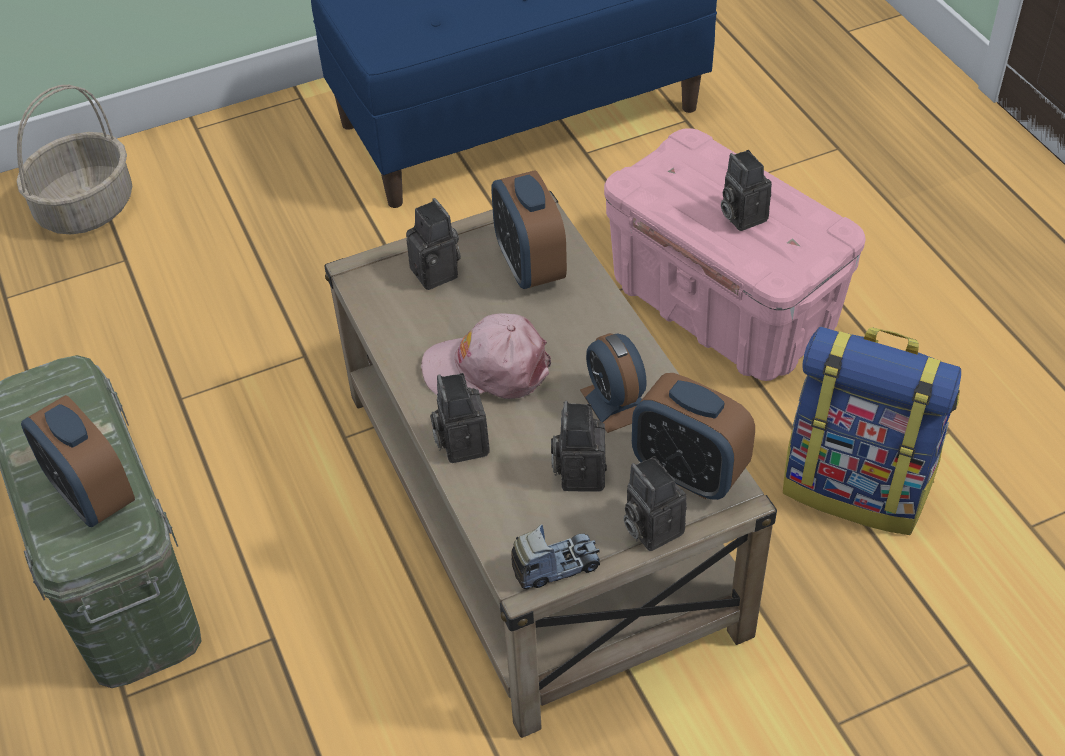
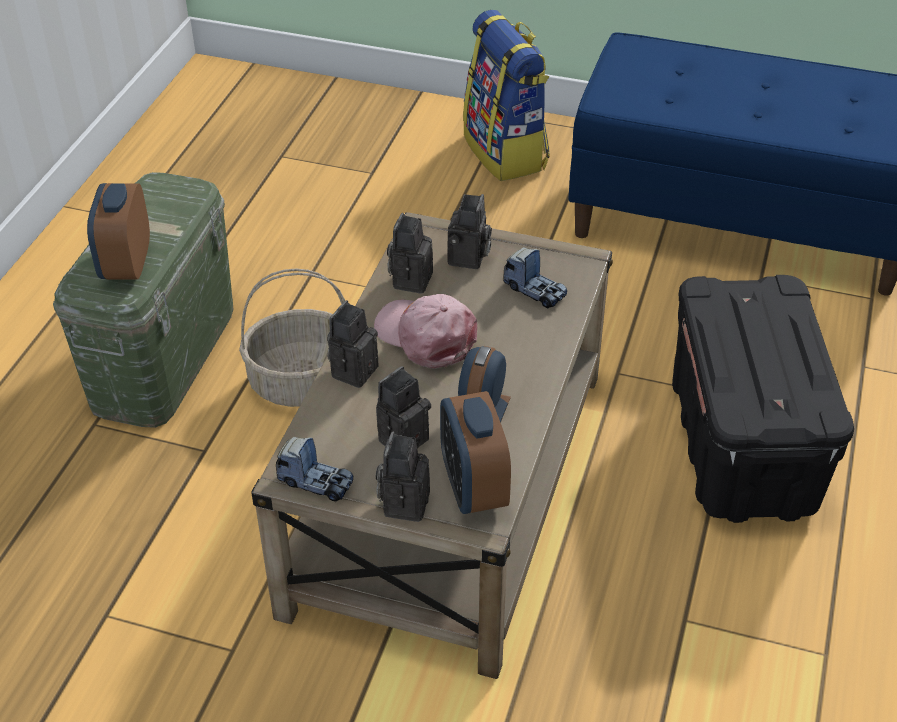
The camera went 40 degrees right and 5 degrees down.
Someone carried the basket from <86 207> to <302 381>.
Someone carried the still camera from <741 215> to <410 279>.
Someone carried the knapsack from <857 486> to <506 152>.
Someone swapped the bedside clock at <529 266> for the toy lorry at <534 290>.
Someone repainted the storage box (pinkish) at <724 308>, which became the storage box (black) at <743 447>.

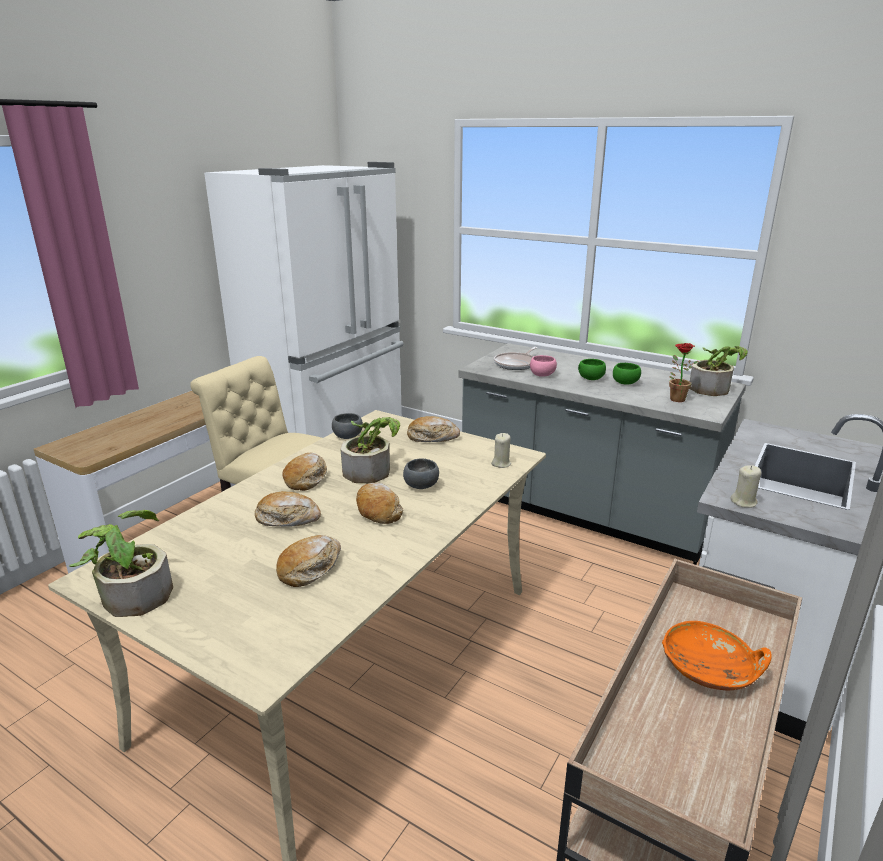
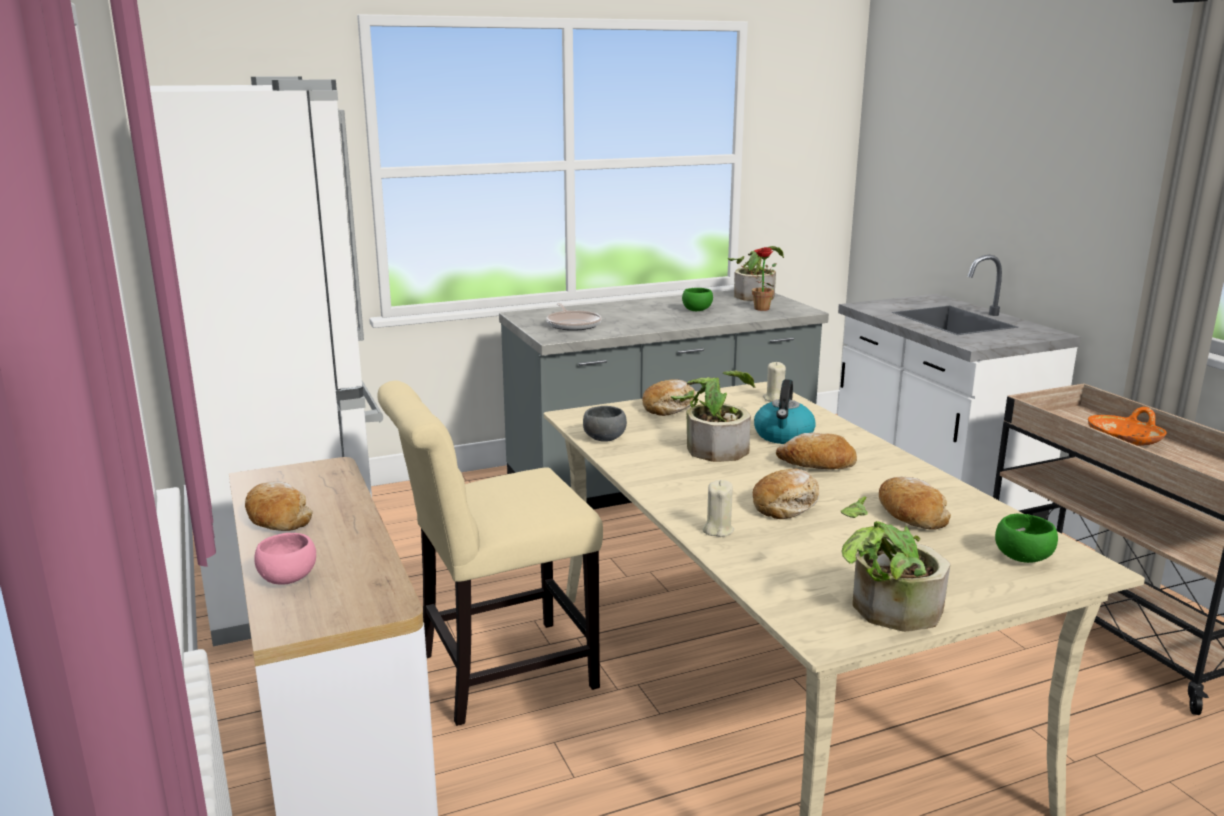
The camera went 55 degrees left and 5 degrees down.
Someone carried the baked bread from <306 478> to <277 518>.
Someone carried the bowl (pinkish) from <543 375> to <288 577>.
Someone carried the wax candle (beige) from <744 502> to <718 530>.
Someone swapped the bowl (grey) at <422 486> for the water kettle at <784 436>.
Someone carried the bowl (green) from <591 379> to <1024 558>.

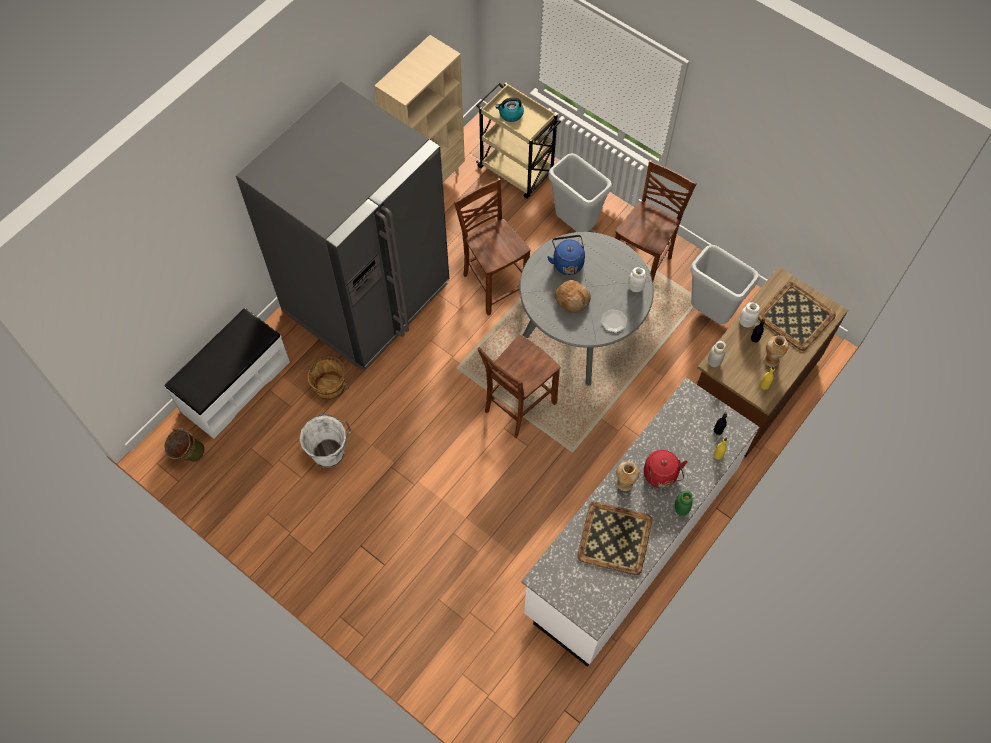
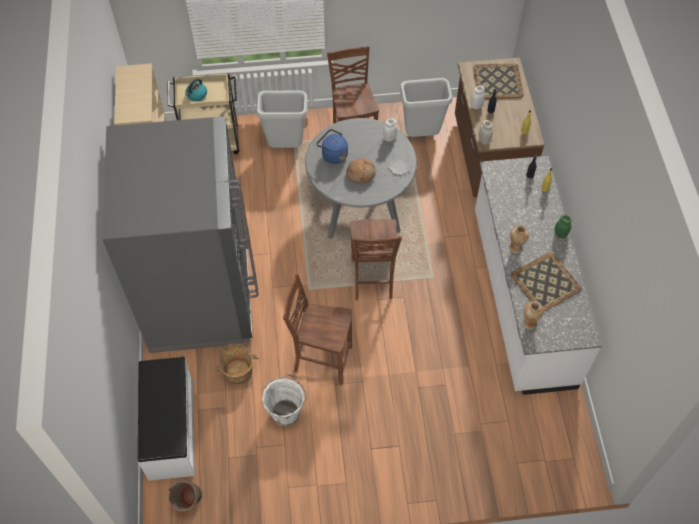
The camera went 45 degrees left and 5 degrees down.
Someone carried the chair (brown) from <493 284> to <321 359>.
Someone carried the decorative vase from <771 359> to <529 323>.
Someone took away the water kettle (red-coloured) at <661 476>.

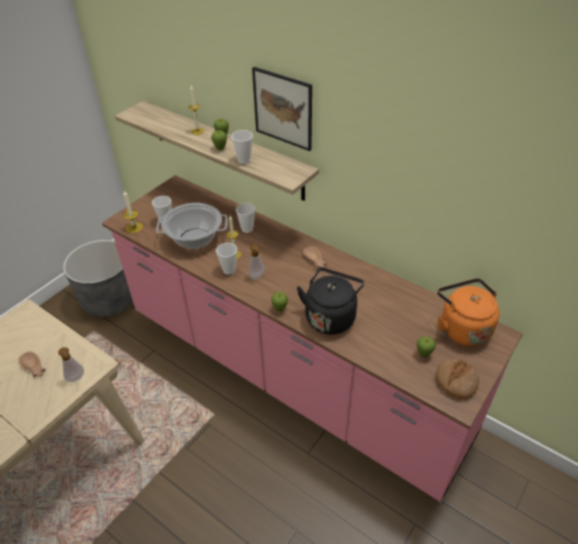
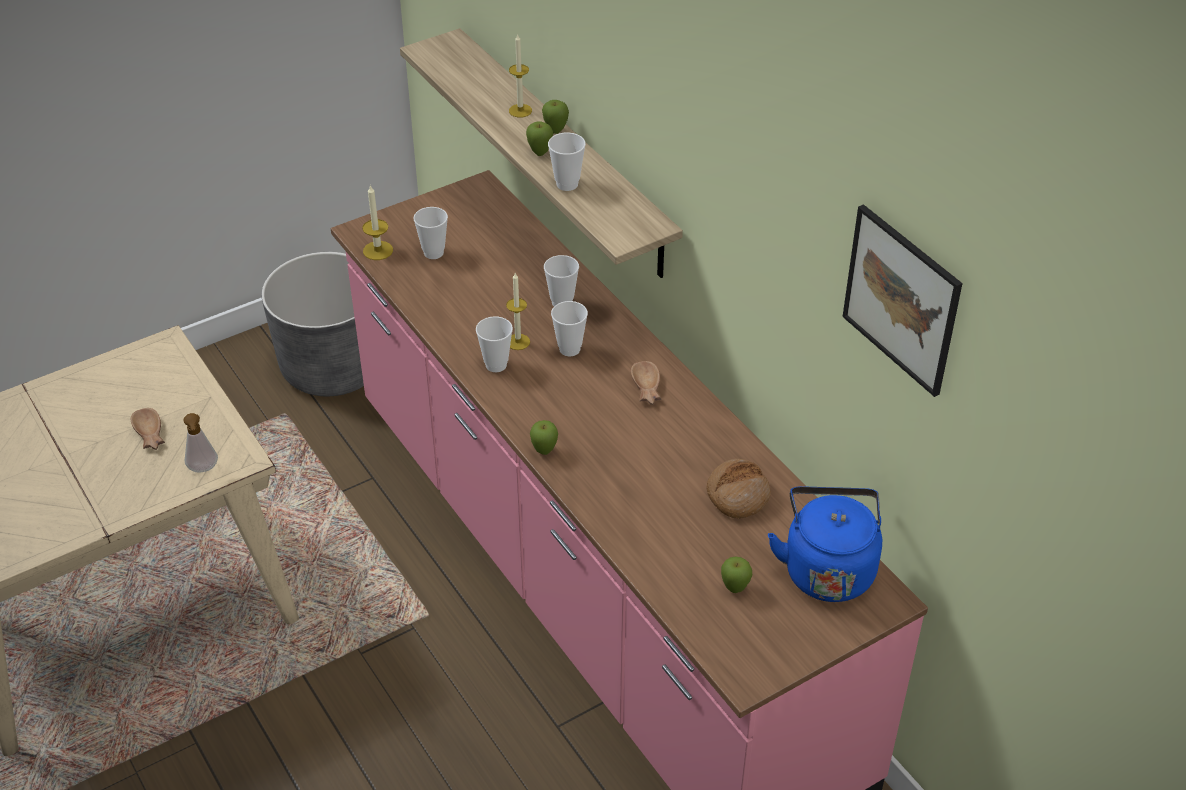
The camera went 20 degrees right and 0 degrees up.
Someone put down the drinking cup at <569 349>.
Someone carried the baked bread from <455 381> to <737 495>.
Someone repainted the water kettle (orange-coloured) at <462 328>, which became the water kettle (bluish) at <827 568>.
Someone carried the wall picture from <283 108> to <901 299>.
Someone took away the saucepot at <194 239>.
Someone took away the soap dispenser at <257 277>.
Someone took away the water kettle (black) at <330 316>.

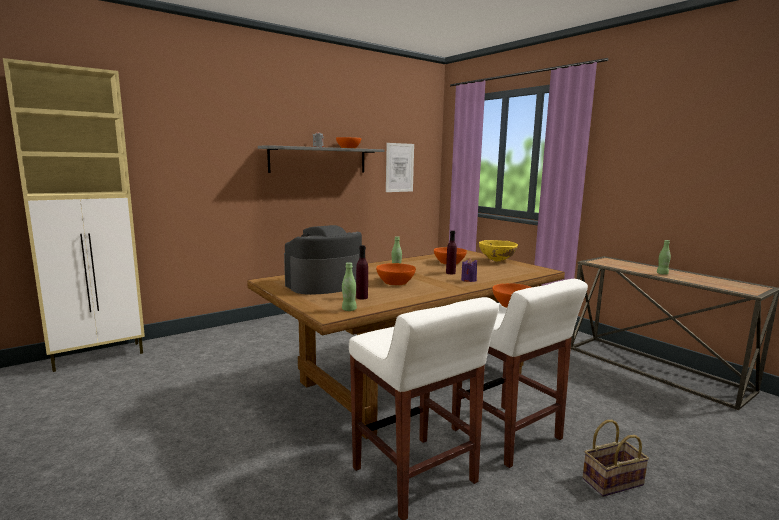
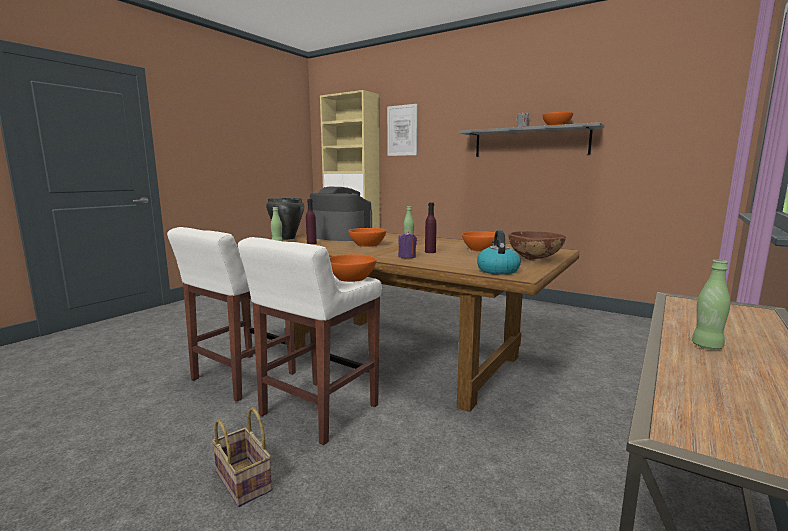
The camera went 70 degrees right and 0 degrees up.
Someone put down the saucepot (black) at <286 238>.
Someone carried the wall picture from <399 167> to <402 130>.
Someone put down the water kettle at <497 270>.
Someone repainted the bowl (yellowish) at <497 261>, which became the bowl (brown) at <534 260>.

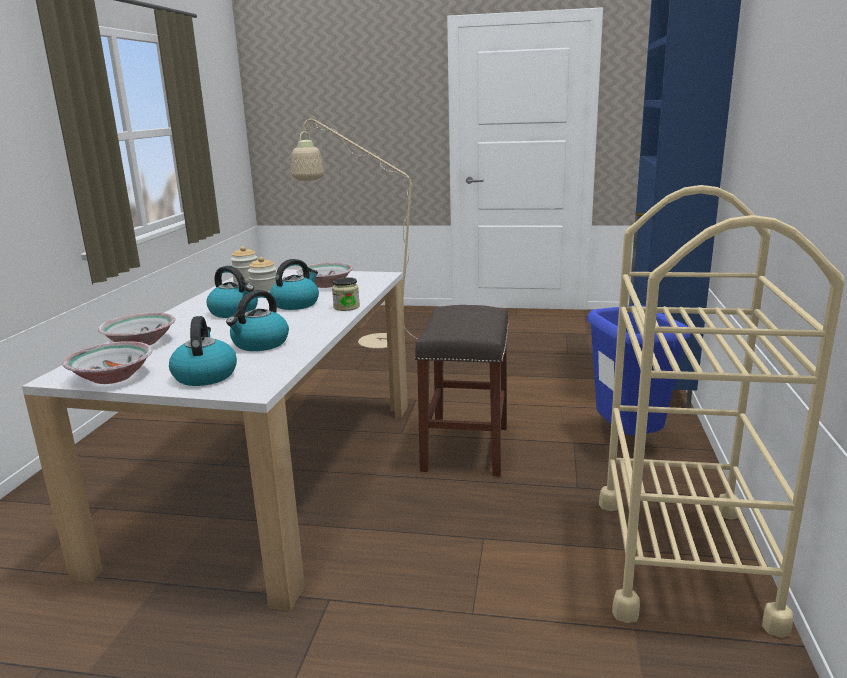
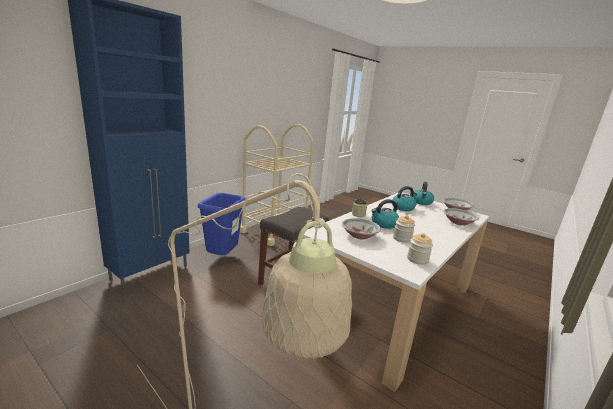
The camera went 155 degrees left and 0 degrees up.
Someone took away the water kettle at <234 312>.

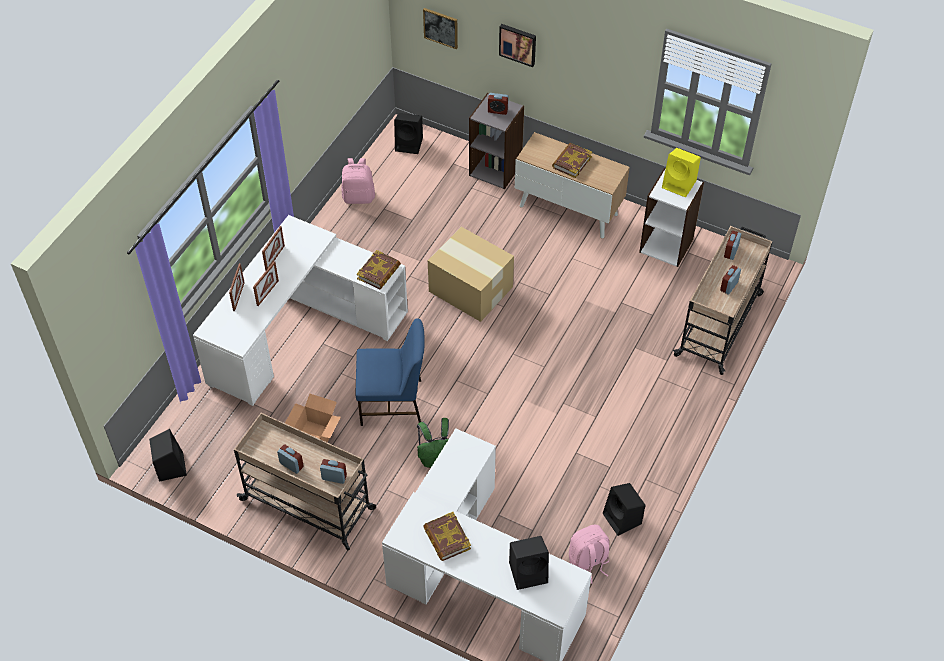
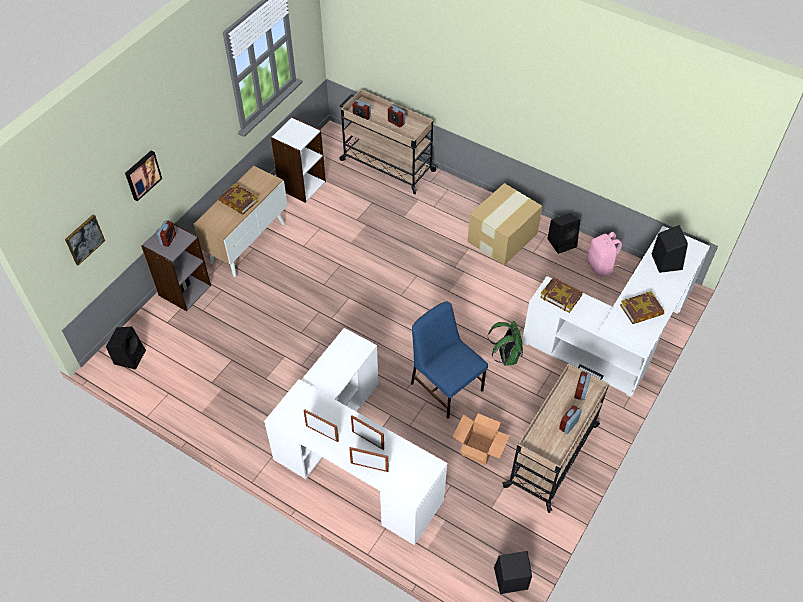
The camera went 85 degrees left and 0 degrees up.
Someone rotated the chair (bluish) at <392 403> by 45 degrees counterclockwise.
Someone carried the carton from <471 290> to <503 237>.
Someone carried the bound book from <379 272> to <561 296>.
Someone took away the knapsack (pinkish) at <359 197>.
Someone took away the audio speaker (yellowish) at <680 184>.

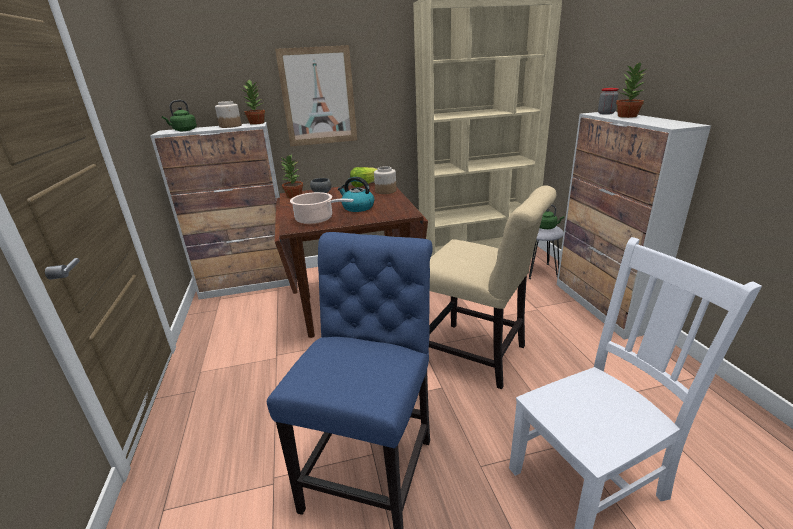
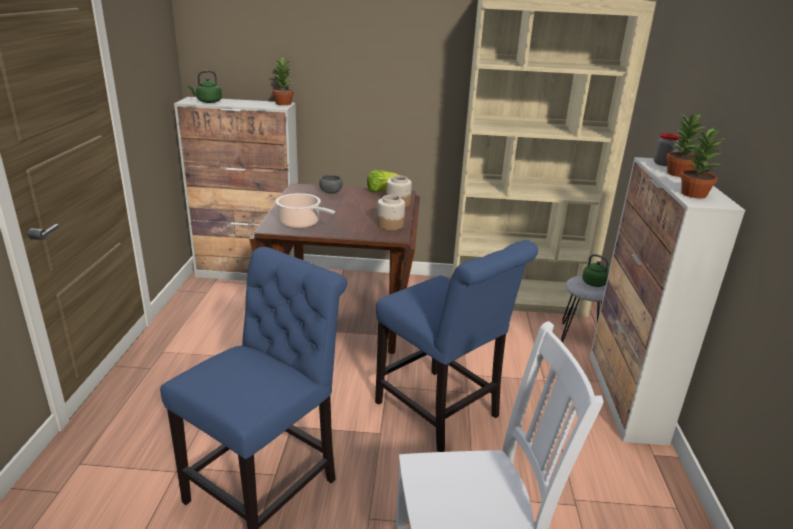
The camera went 15 degrees right and 0 degrees up.
Someone repainted the chair (beige) at <479 356>, which became the chair (bluish) at <441 413>.
Someone carried the preserve jar from <231 126> to <390 225>.
Someone carried the plant in a pot from <294 196> to <693 194>.
Someone took away the wall picture at <318 97>.
Someone took away the water kettle at <357 207>.

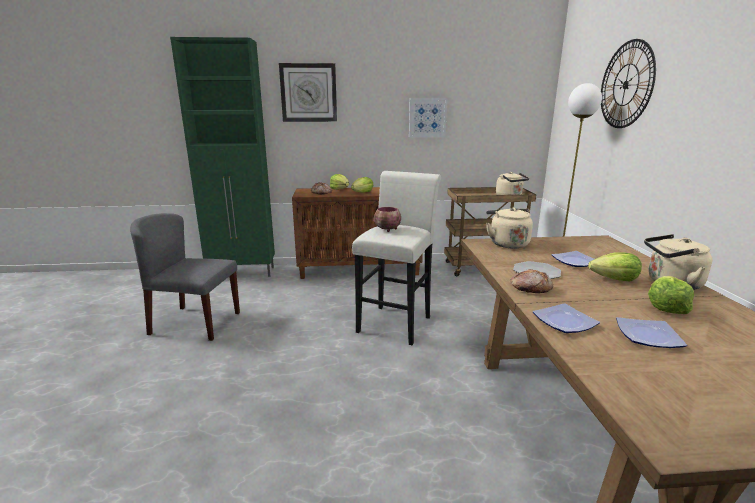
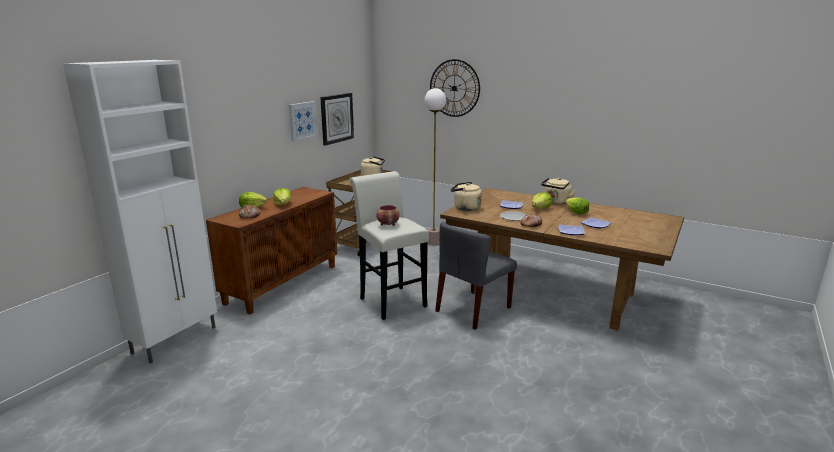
The camera went 55 degrees left and 0 degrees up.
Someone repainted the storage cabinet (green) at <243 273>, which became the storage cabinet (whitish) at <176 339>.
Someone carried the wall clock from <308 93> to <336 118>.
Someone carried the chair (grey) from <195 323> to <473 309>.

